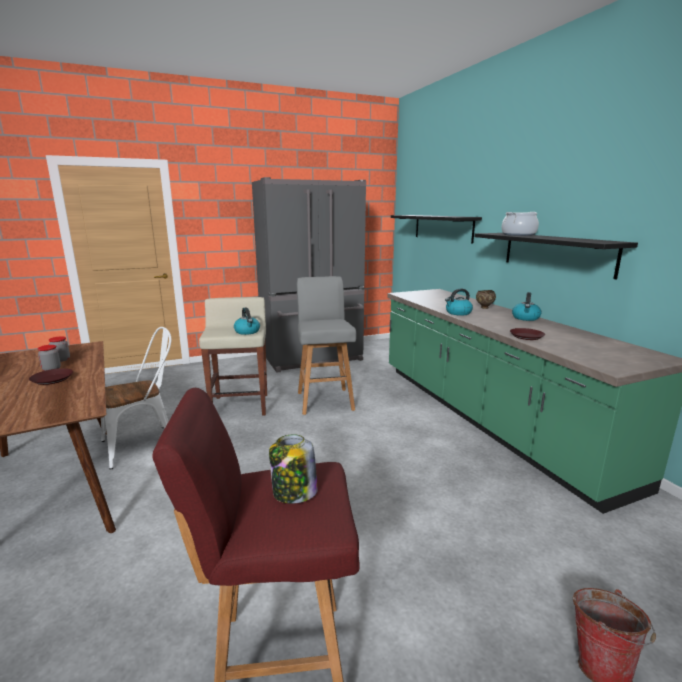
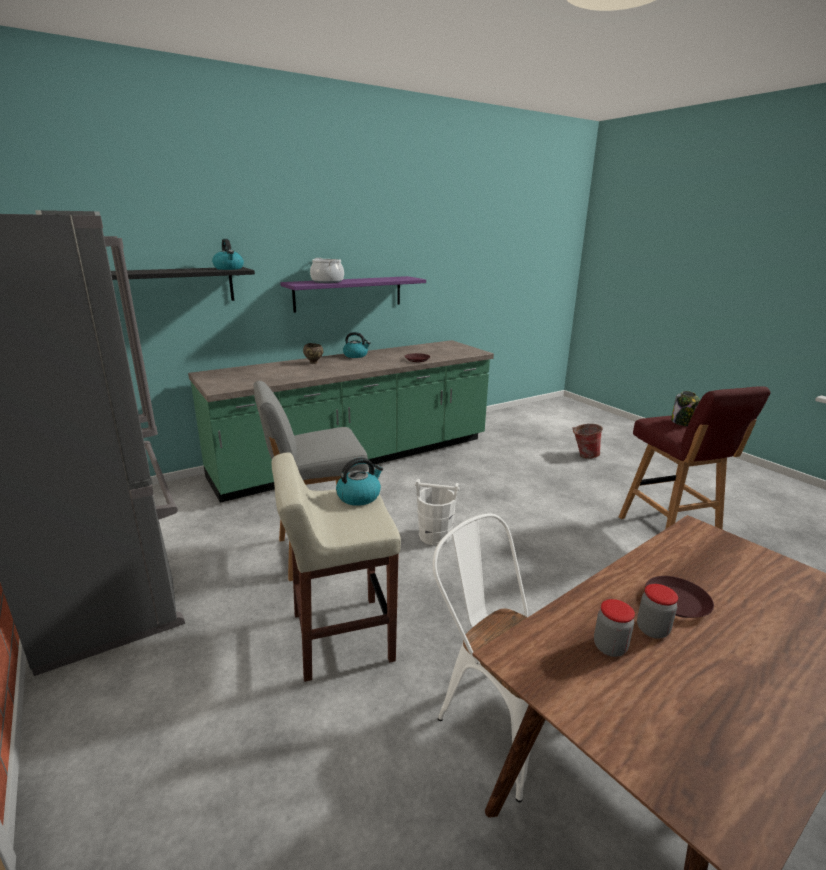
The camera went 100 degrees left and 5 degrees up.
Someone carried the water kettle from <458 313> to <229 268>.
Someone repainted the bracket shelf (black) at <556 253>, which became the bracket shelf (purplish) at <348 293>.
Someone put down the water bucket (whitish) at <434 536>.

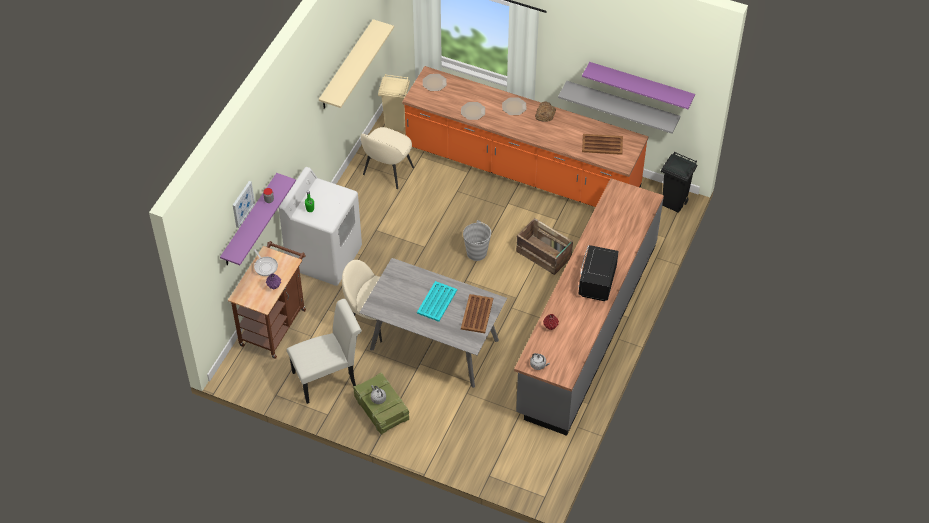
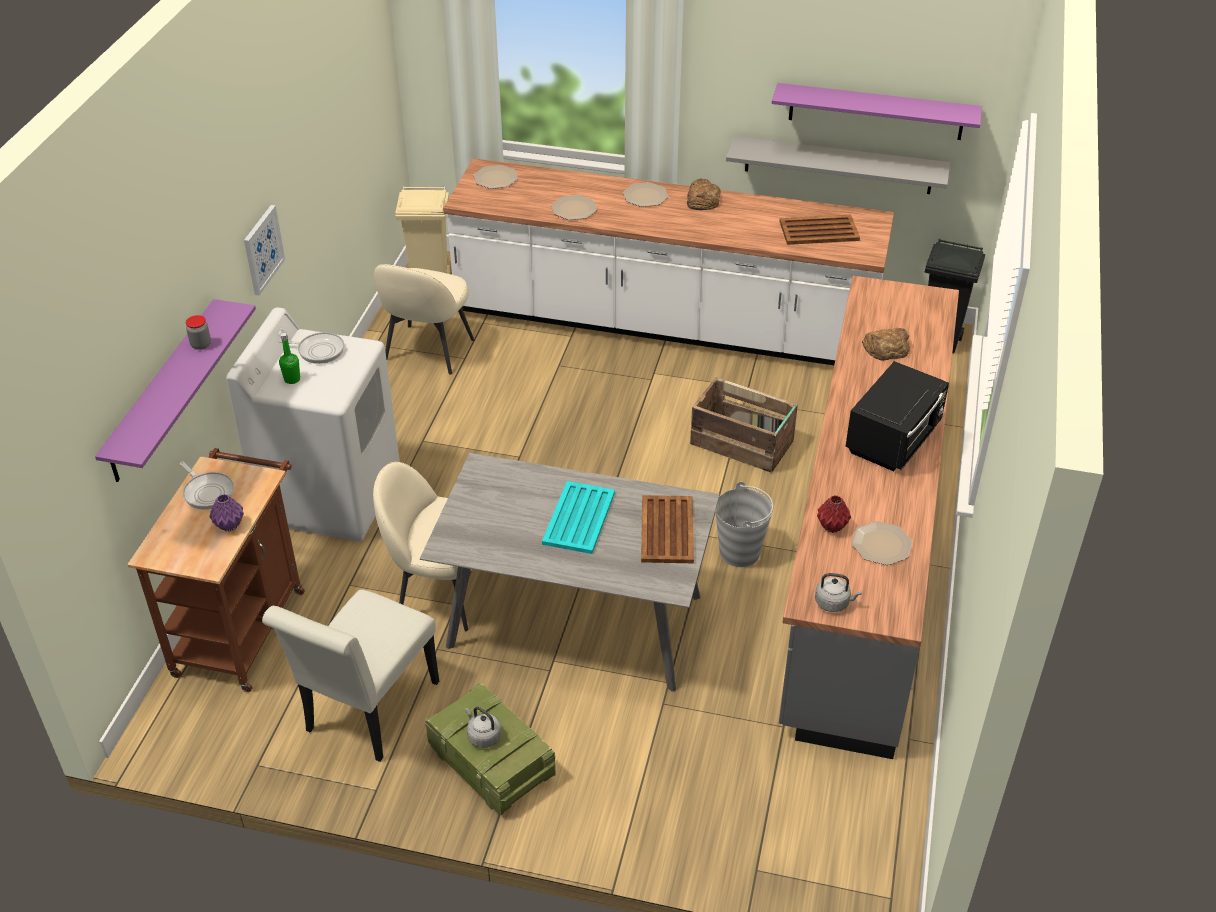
The camera went 10 degrees left and 10 degrees down.
Someone carried the wall picture from <242 204> to <262 249>.
Someone rotated the chair (whitish) at <328 377> by 150 degrees clockwise.
Someone put down the frying pan at <318 350>.
Someone repainted the counter (orange-coloured) at <522 170>, which became the counter (whitish) at <664 323>.
Someone carried the water bucket (grey) from <477 253> to <740 552>.
Someone rotated the kitchen microwave (black) at <596 283> by 150 degrees counterclockwise.
Someone put down the flat dish at <881 544>.
Someone put down the baked bread at <886 348>.
Someone took away the bracket shelf (beige) at <346 65>.

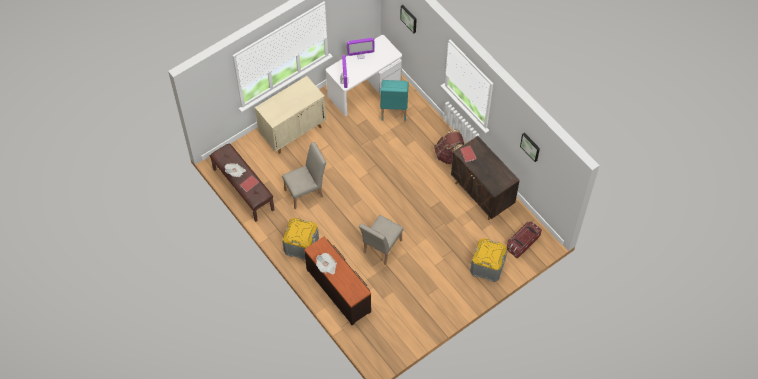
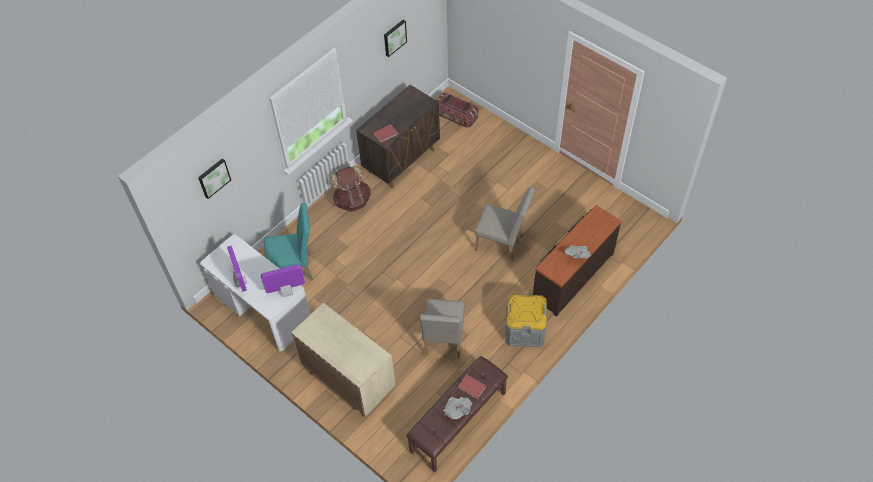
The camera went 100 degrees left and 5 degrees down.
Someone rotated the chair (beige) at <306 192> by 135 degrees counterclockwise.
Someone took away the storage box (grey) at <487 266>.

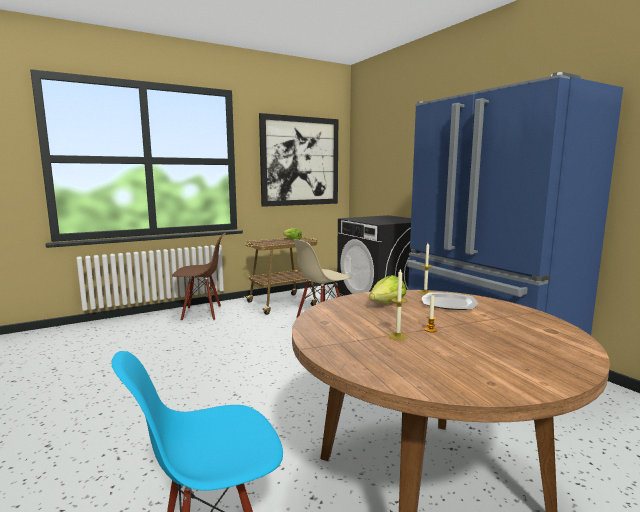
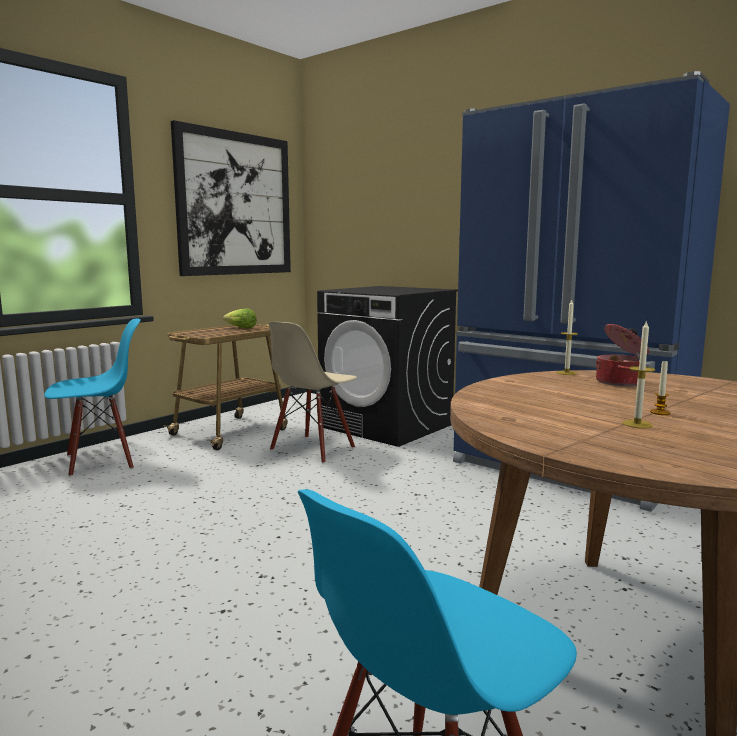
The camera went 20 degrees left and 0 degrees up.
Someone repainted the chair (brown) at <202 313>, which became the chair (bluish) at <100 461>.
Someone swapped the flat dish at <449 303> for the saucepot at <620 382>.
Someone took away the head of lettuce at <387 304>.

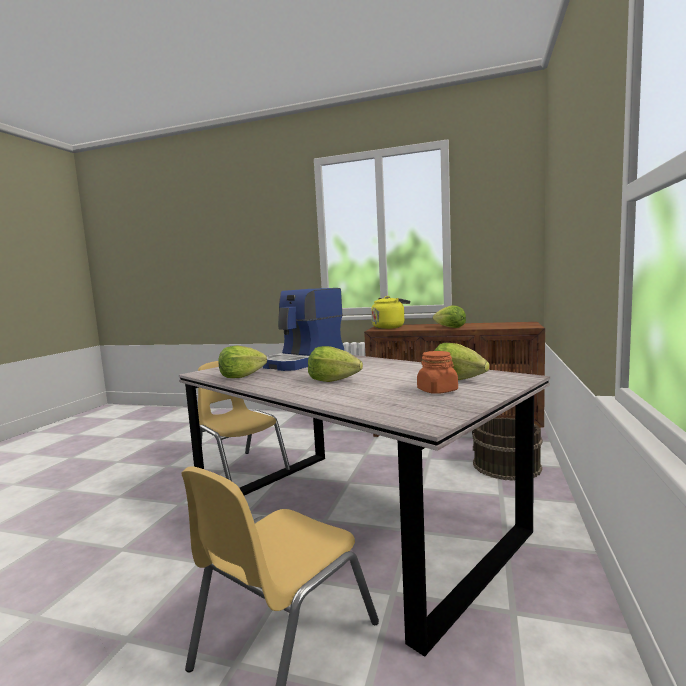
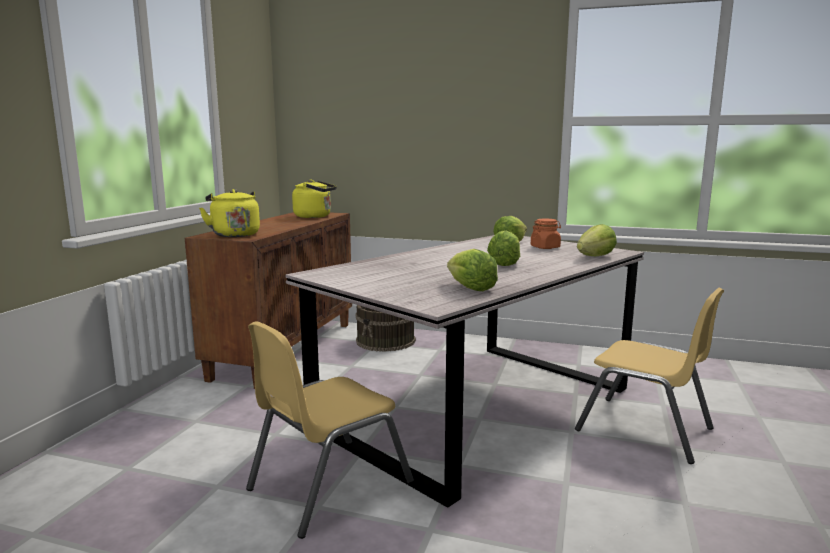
The camera went 90 degrees left and 5 degrees up.
Someone put down the water kettle (yellowish) at <315 216>.
Someone carried the head of lettuce from <450 327> to <595 257>.
Someone took away the coffee machine at <304 362>.

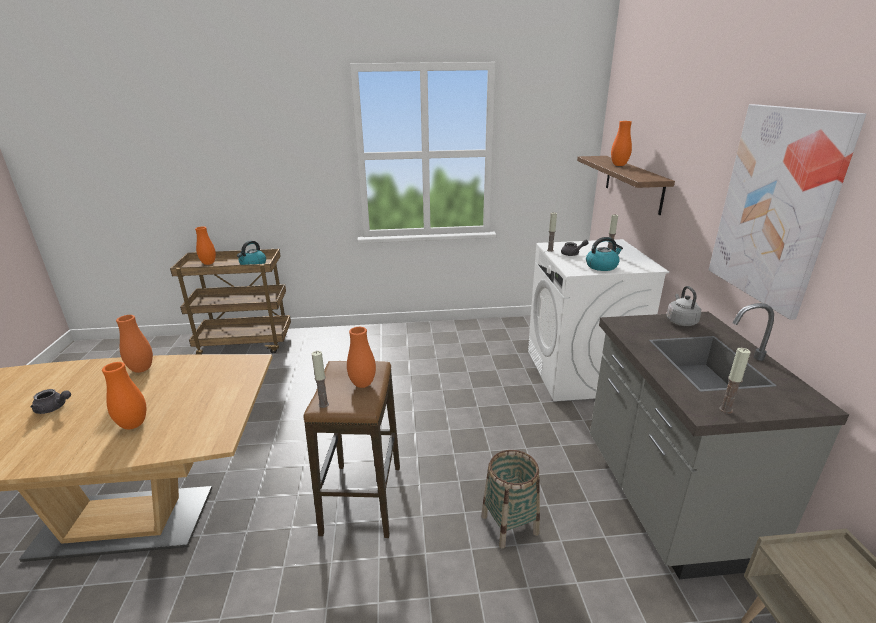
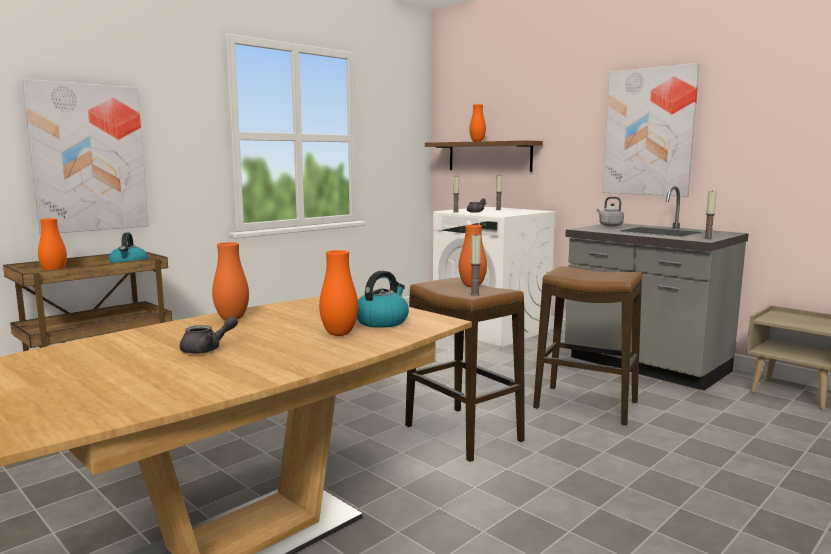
The camera went 40 degrees left and 15 degrees down.
Someone put up the wall picture at <89 158>.
Someone carried the water kettle from <602 266> to <382 321>.
Someone swapped the basket at <509 524> for the sitting stool at <586 405>.

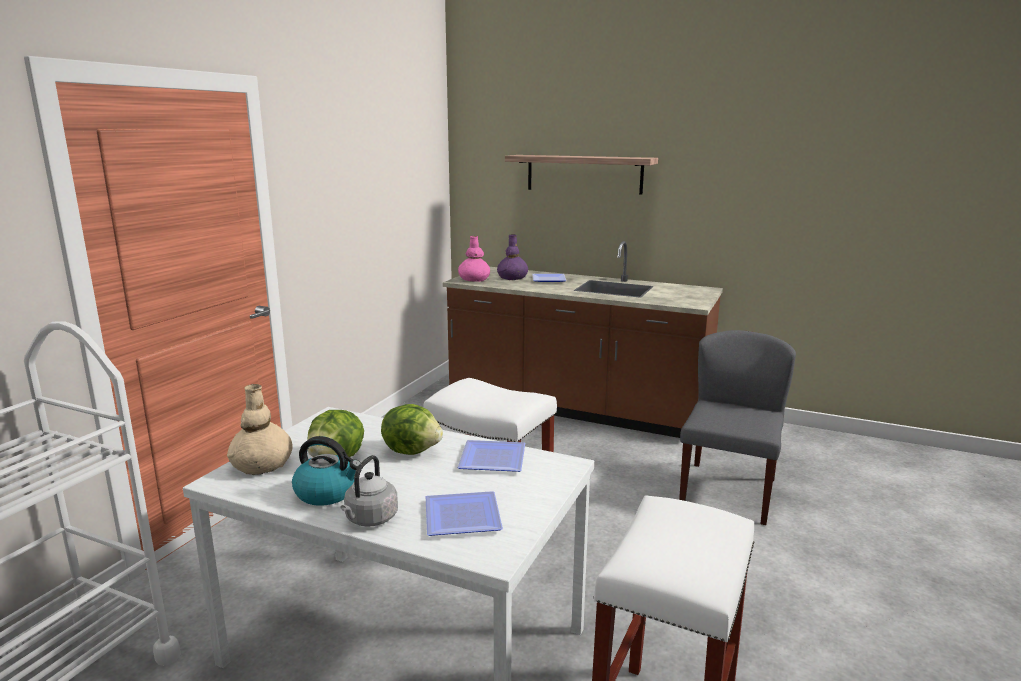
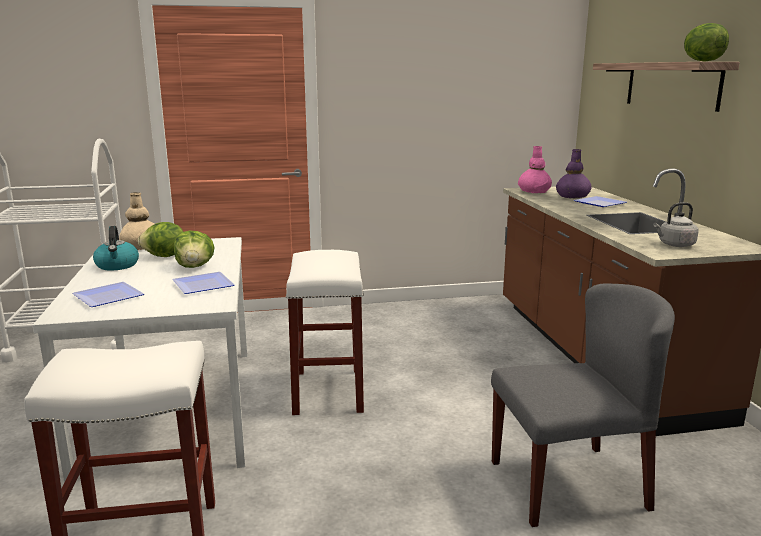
The camera went 55 degrees right and 0 degrees up.
Someone carried the water kettle (grey) from <370 519> to <674 245>.
Someone put down the head of lettuce at <701 61>.

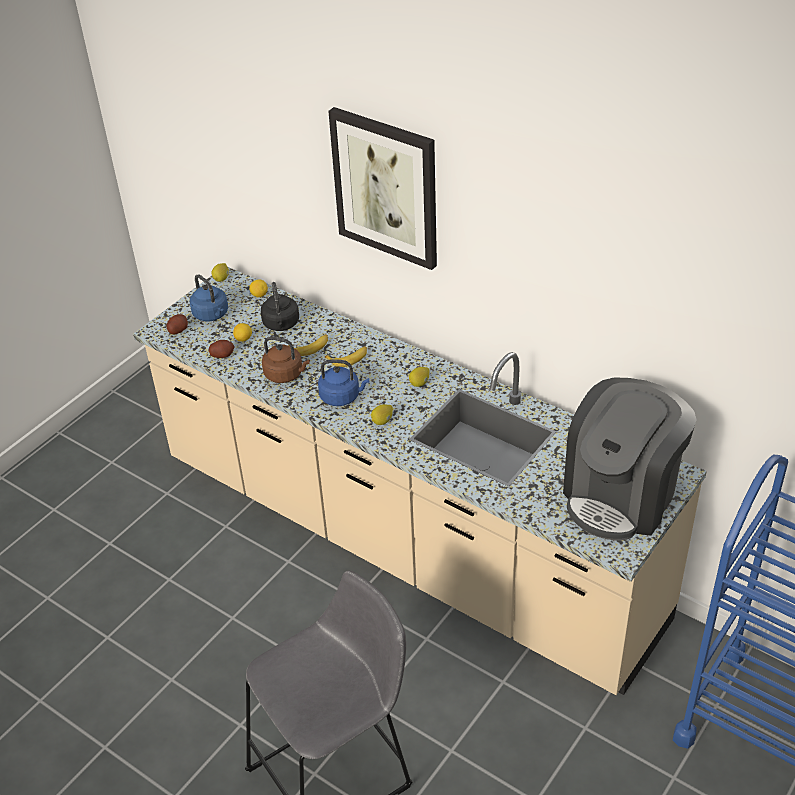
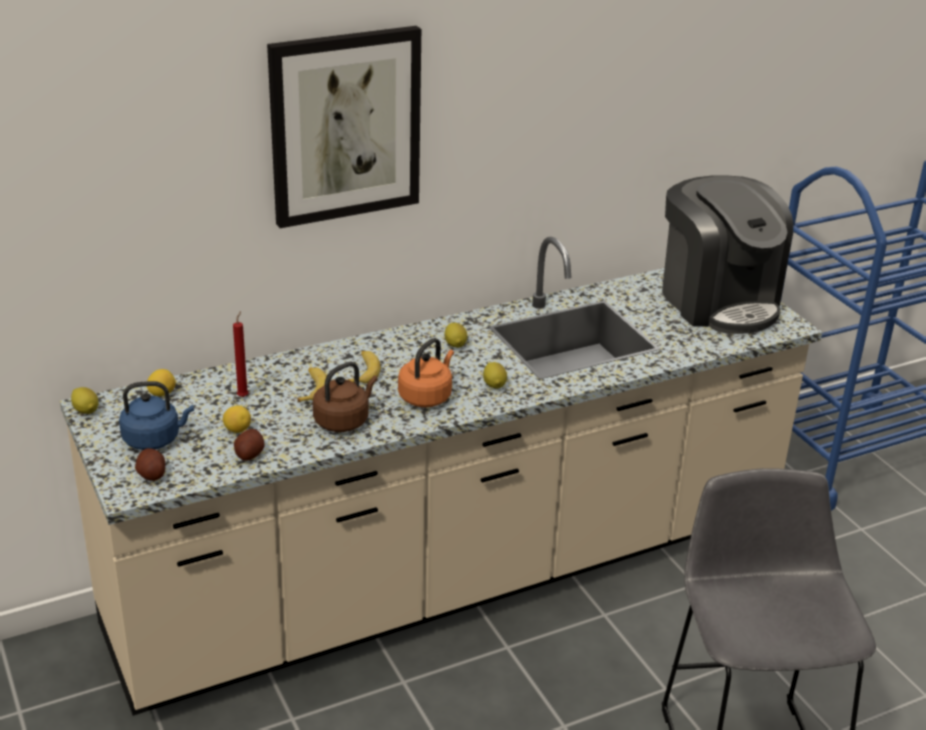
The camera went 65 degrees left and 10 degrees down.
Someone swapped the water kettle (black) at <281 325> for the wax candle (red-coloured) at <243 396>.
Someone repainted the water kettle (bluish) at <342 397>, which became the water kettle (orange-coloured) at <426 396>.

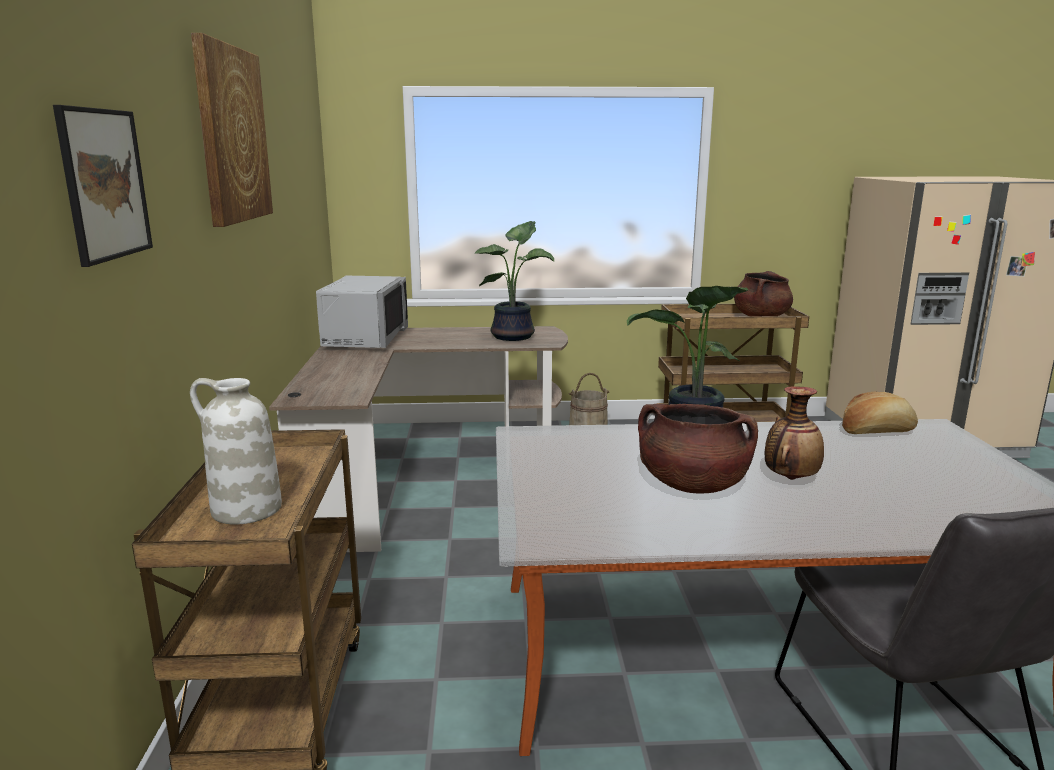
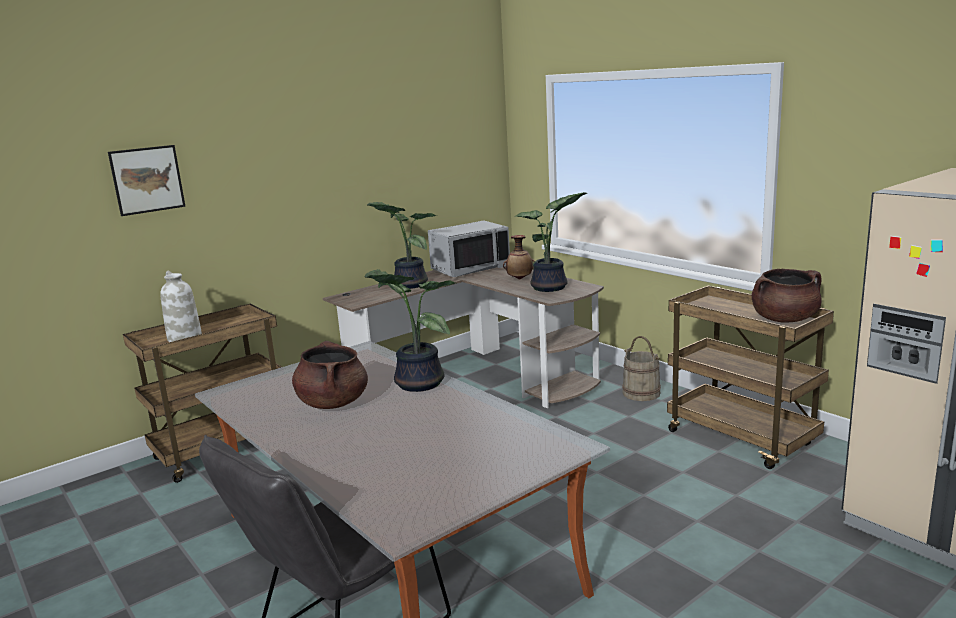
The camera went 55 degrees right and 0 degrees up.
Someone put down the plant in a pot at <408 284>.
Someone carried the decorative vase from <790 478> to <520 279>.
Someone took away the wall picture at <231 135>.
Someone took away the baked bread at <876 431>.

